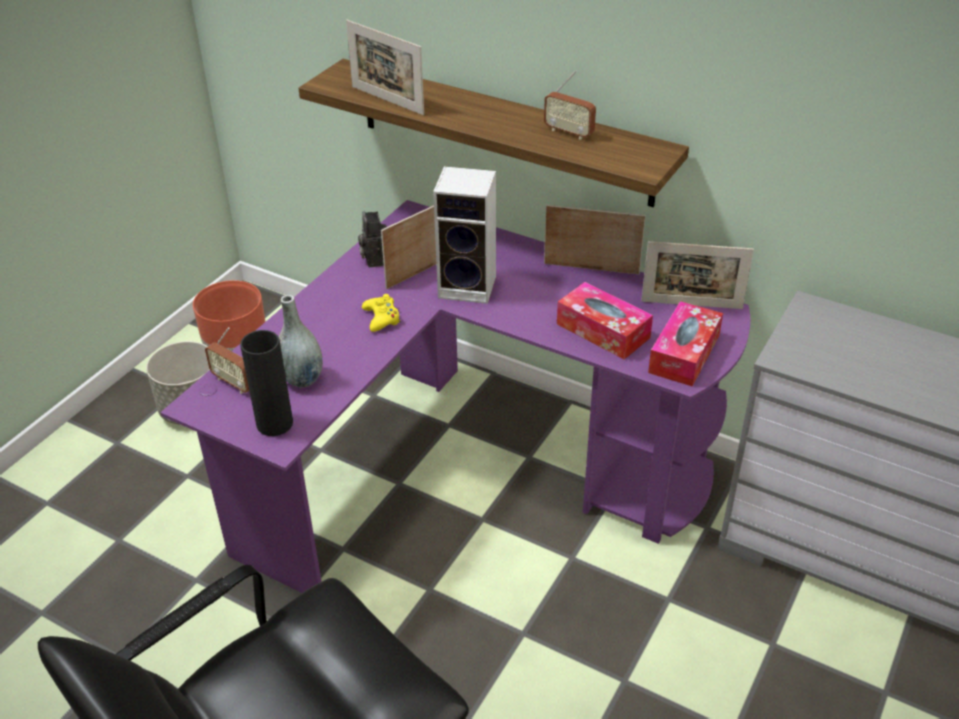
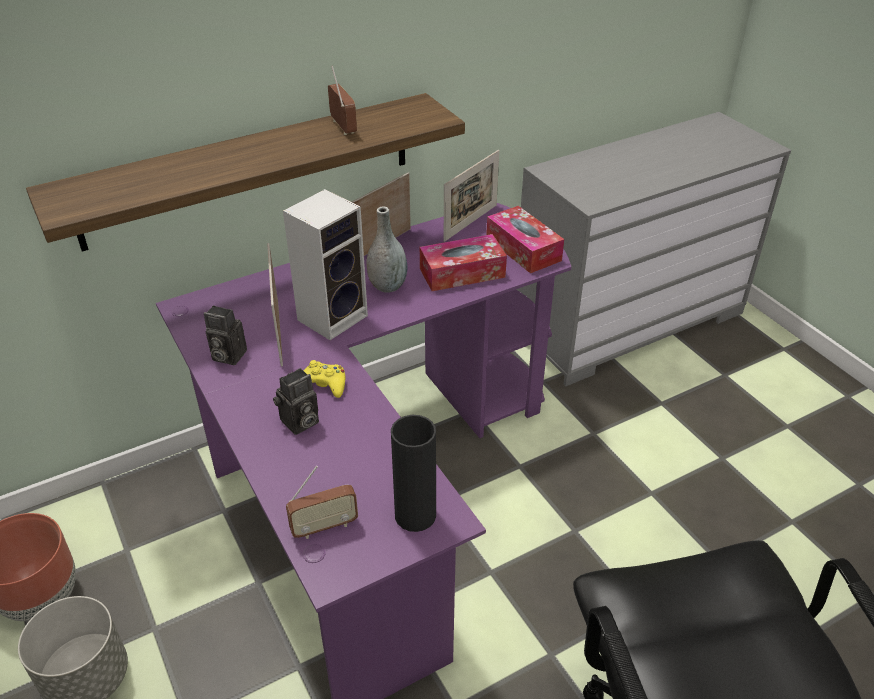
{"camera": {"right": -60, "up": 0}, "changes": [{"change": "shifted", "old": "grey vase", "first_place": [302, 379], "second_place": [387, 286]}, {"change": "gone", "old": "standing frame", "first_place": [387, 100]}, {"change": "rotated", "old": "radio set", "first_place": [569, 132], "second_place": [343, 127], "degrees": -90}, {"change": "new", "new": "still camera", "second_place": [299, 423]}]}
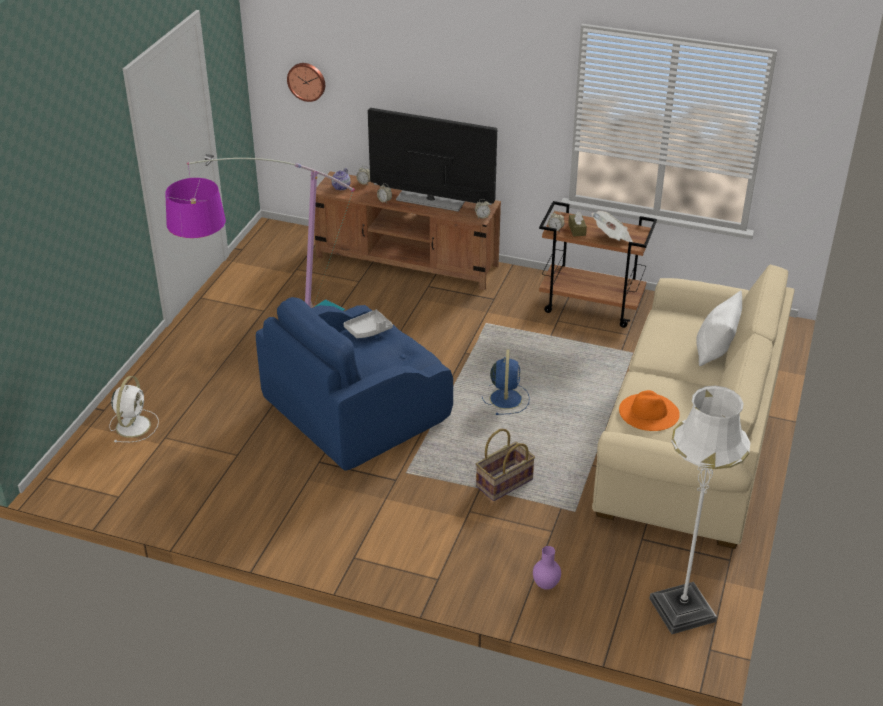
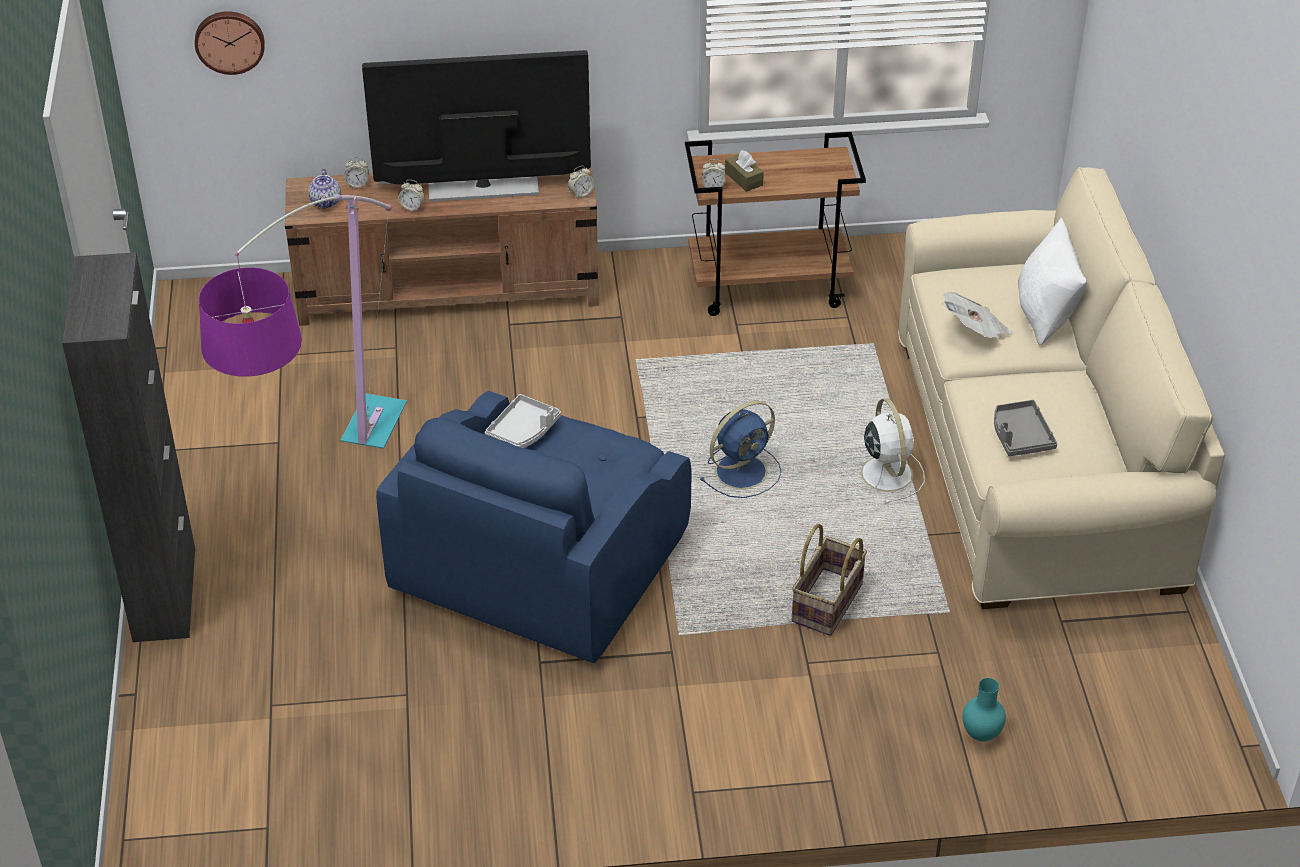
{"camera": {"right": -25, "up": 5}, "changes": [{"change": "shifted", "old": "whitish electric fan", "first_place": [134, 425], "second_place": [885, 472]}, {"change": "rotated", "old": "bluish electric fan", "first_place": [505, 398], "second_place": [743, 470], "degrees": 75}, {"change": "repainted", "old": "purplish vase", "new": "turquoise vase", "first_place": [545, 586], "second_place": [981, 735]}, {"change": "shifted", "old": "printed paper", "first_place": [612, 237], "second_place": [975, 331]}, {"change": "swapped", "old": "orangey hat", "new": "grey carrying tray", "first_place": [649, 412], "second_place": [1020, 436]}, {"change": "gone", "old": "whitish standard lamp", "first_place": [682, 610]}, {"change": "new", "new": "black storage cabinet", "second_place": [164, 594]}]}
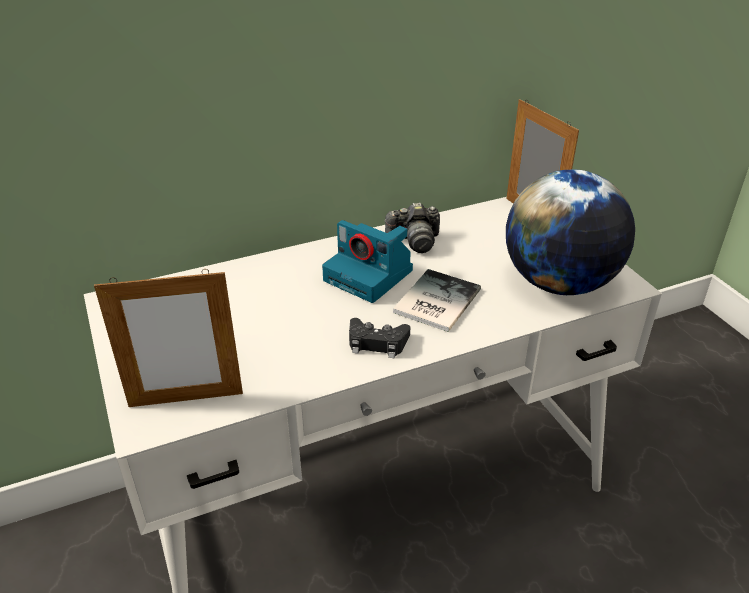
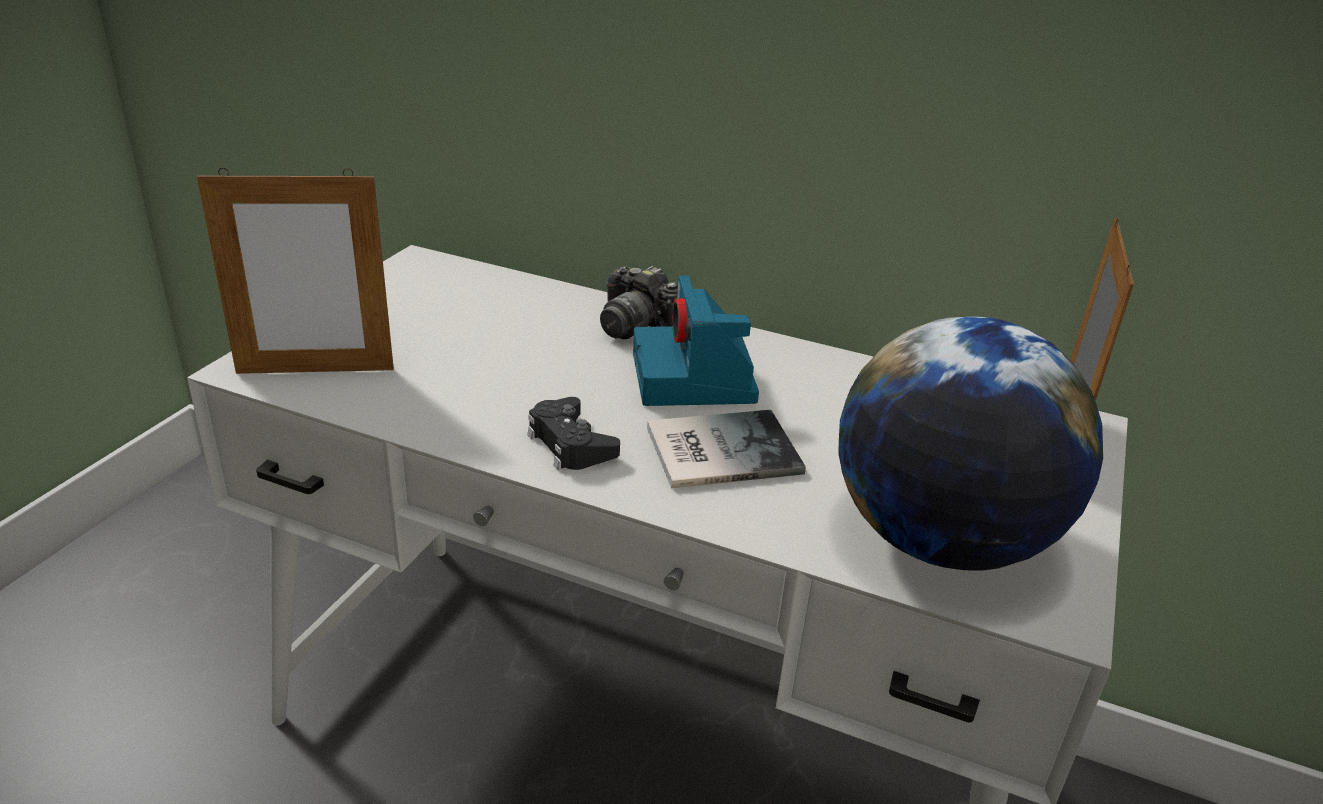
{"camera": {"right": 45, "up": -5}, "changes": [{"change": "rotated", "old": "standing frame", "first_place": [186, 399], "second_place": [315, 371], "degrees": -45}, {"change": "shifted", "old": "still camera", "first_place": [414, 241], "second_place": [636, 325]}]}
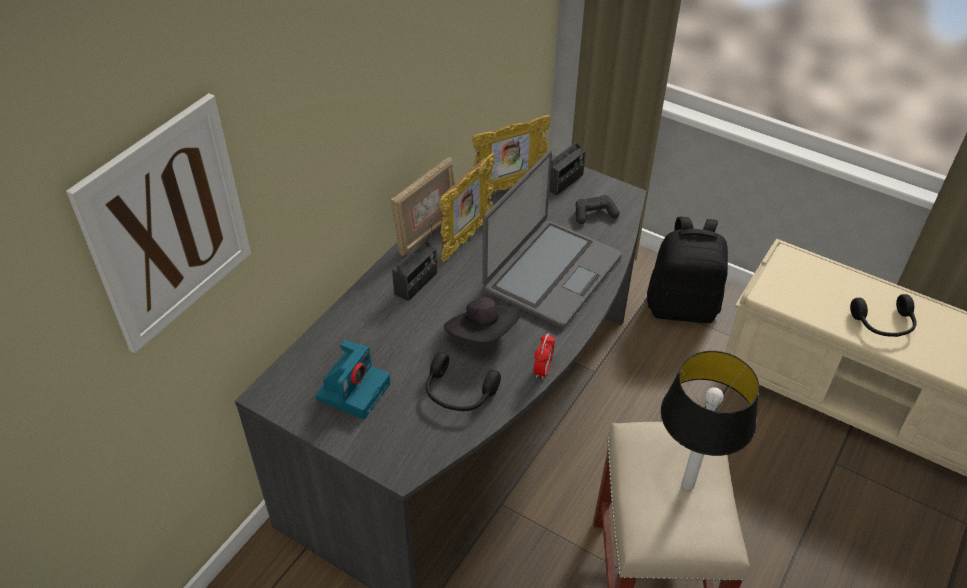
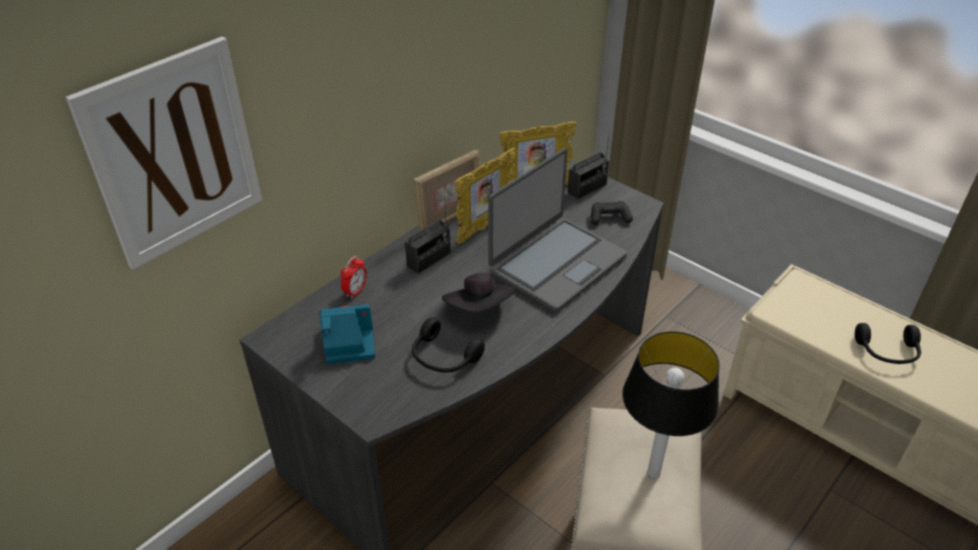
{"camera": {"right": 10, "up": -5}, "changes": [{"change": "rotated", "old": "still camera", "first_place": [353, 389], "second_place": [348, 343], "degrees": -135}, {"change": "shifted", "old": "alarm clock", "first_place": [543, 369], "second_place": [355, 291]}, {"change": "gone", "old": "black rucksack", "first_place": [682, 306]}]}
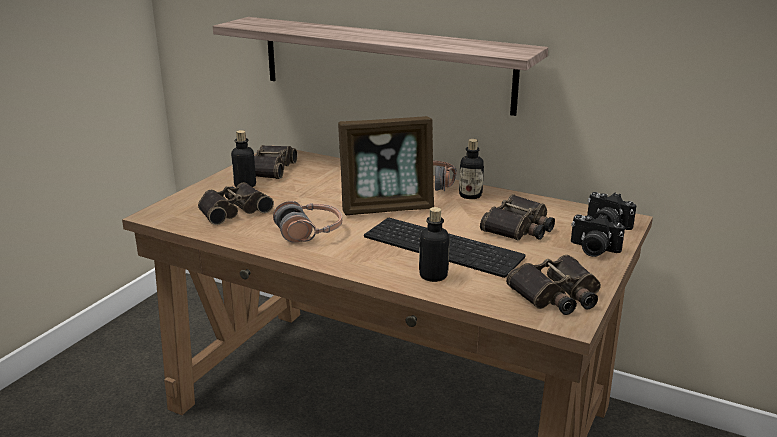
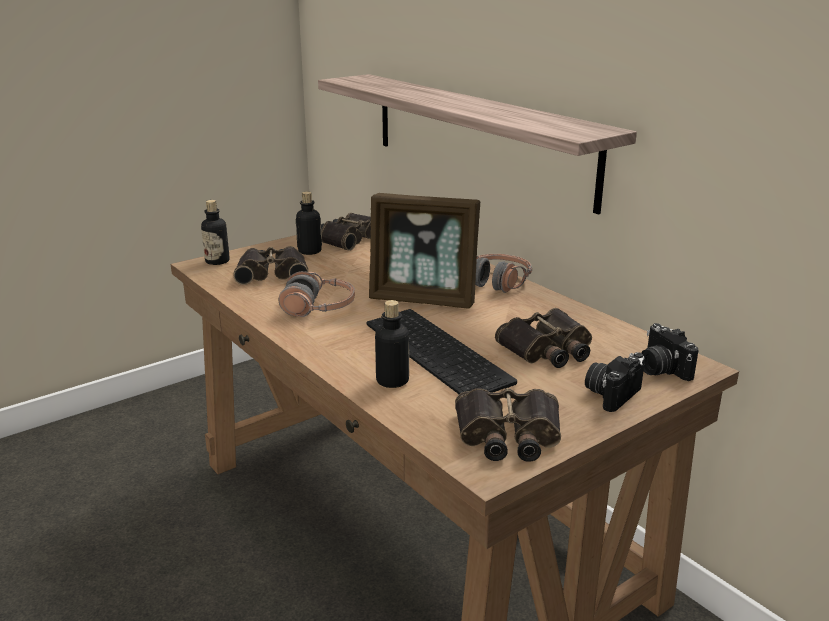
{"camera": {"right": 25, "up": 0}, "changes": [{"change": "shifted", "old": "beverage bottle", "first_place": [470, 195], "second_place": [217, 261]}, {"change": "rotated", "old": "still camera", "first_place": [593, 250], "second_place": [611, 394], "degrees": 75}]}
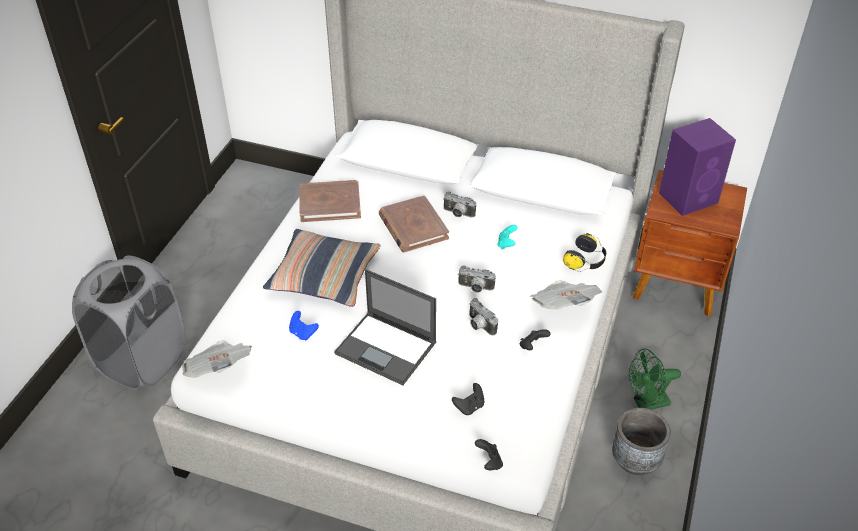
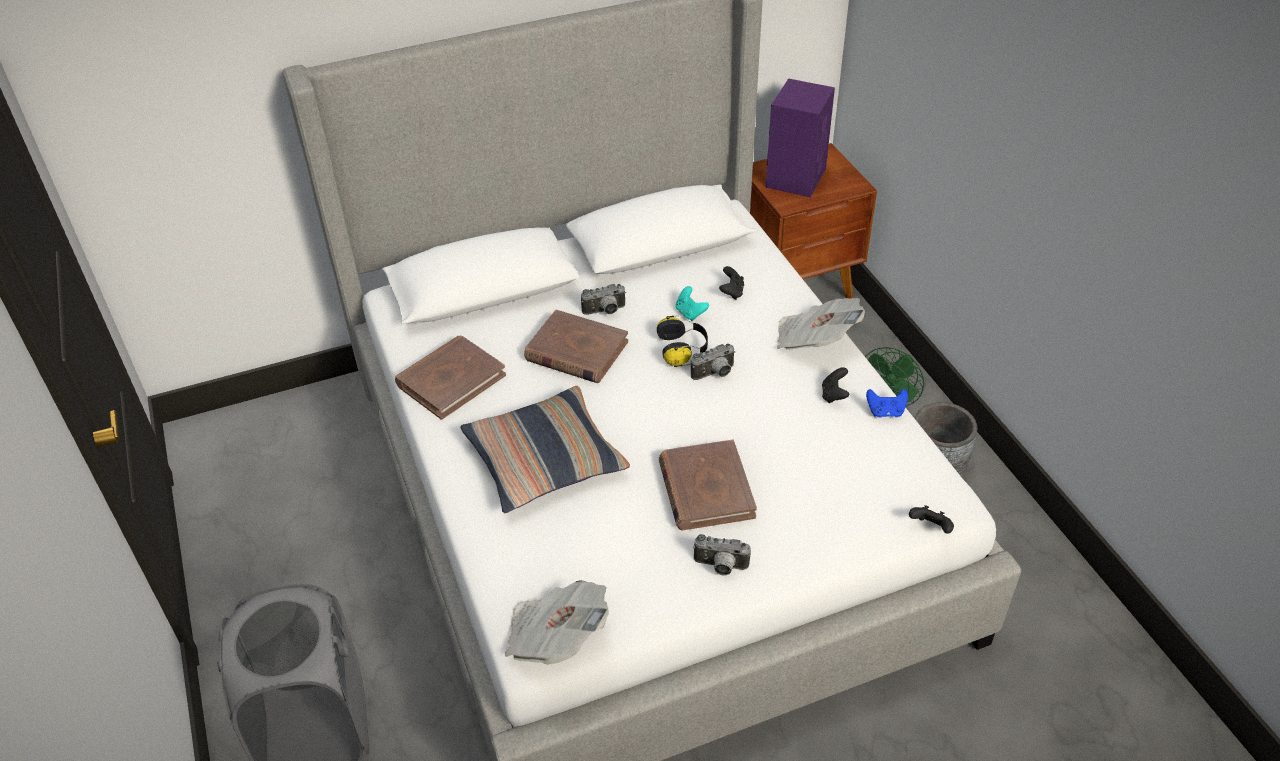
{"camera": {"right": -40, "up": 0}, "changes": [{"change": "shifted", "old": "bluish gamepad", "first_place": [303, 333], "second_place": [885, 412]}, {"change": "swapped", "old": "laptop", "new": "brownish volume", "first_place": [387, 348], "second_place": [705, 489]}, {"change": "shifted", "old": "black gamepad", "first_place": [469, 407], "second_place": [731, 292]}, {"change": "shifted", "old": "still camera", "first_place": [479, 326], "second_place": [720, 567]}, {"change": "shifted", "old": "headset", "first_place": [585, 261], "second_place": [683, 349]}]}
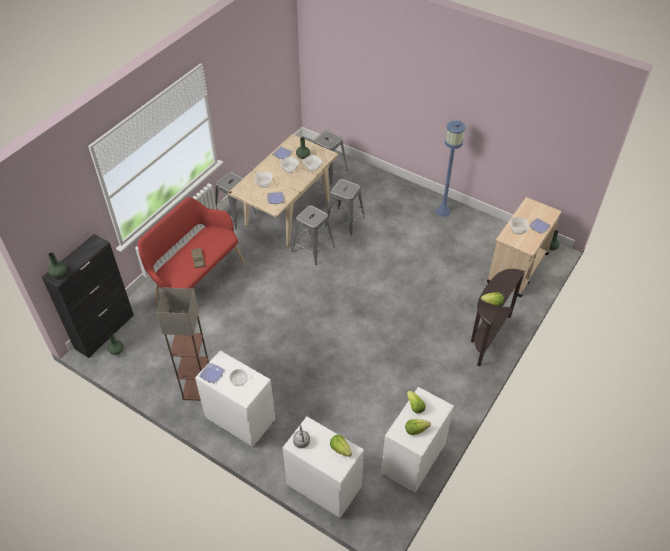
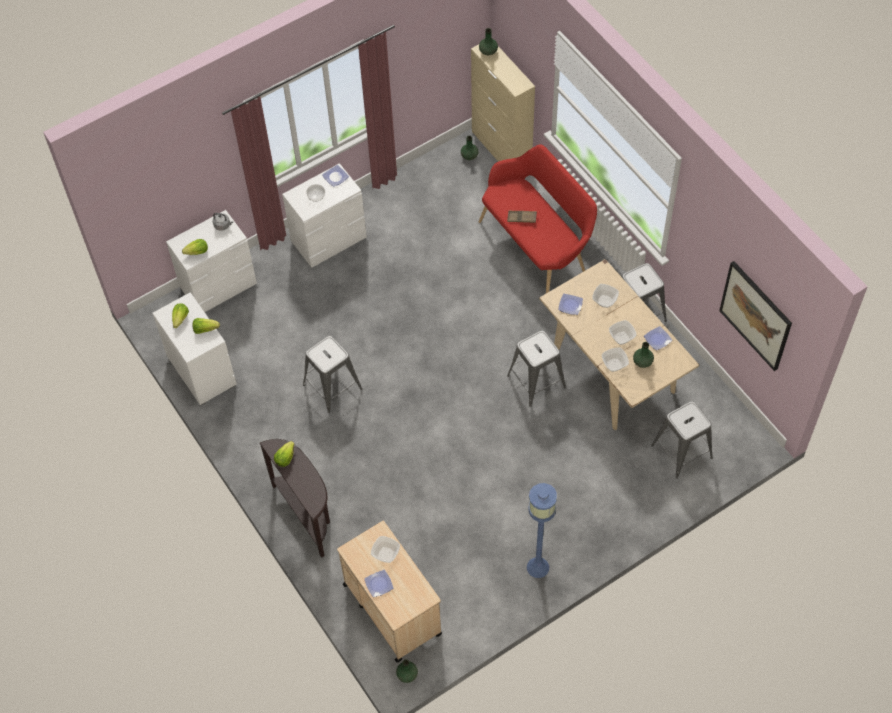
{"camera": {"right": 115, "up": 10}, "changes": [{"change": "repainted", "old": "black storage cabinet", "new": "beige storage cabinet", "first_place": [105, 331], "second_place": [501, 150]}, {"change": "gone", "old": "standard lamp", "first_place": [197, 388]}, {"change": "shifted", "old": "grey stool seat", "first_place": [344, 221], "second_place": [333, 387]}, {"change": "new", "new": "wall art", "second_place": [756, 315]}]}
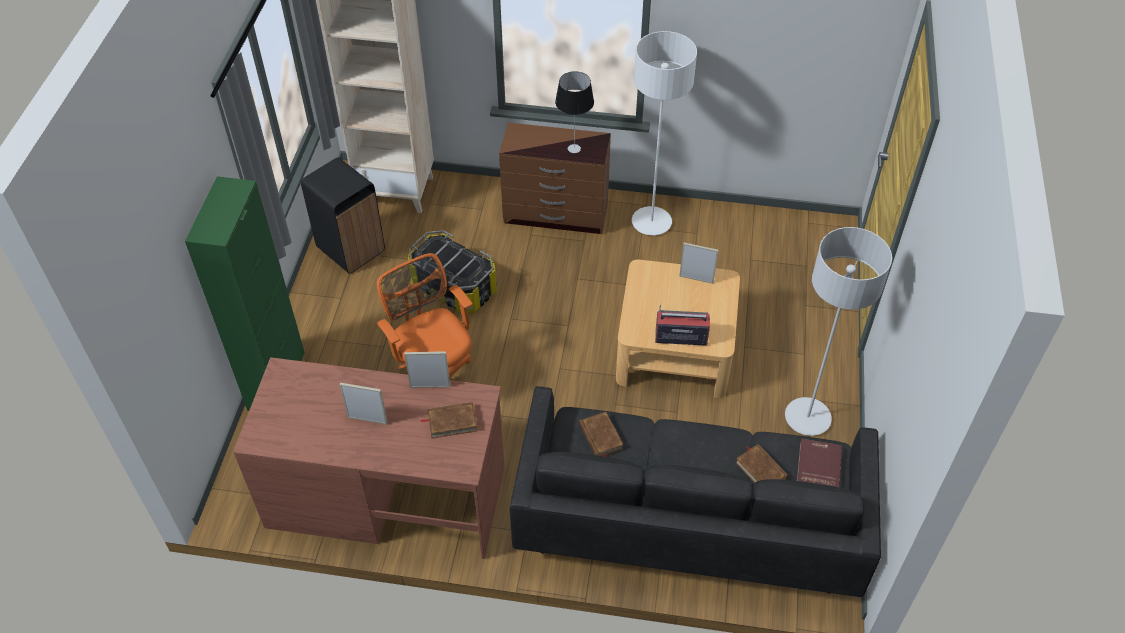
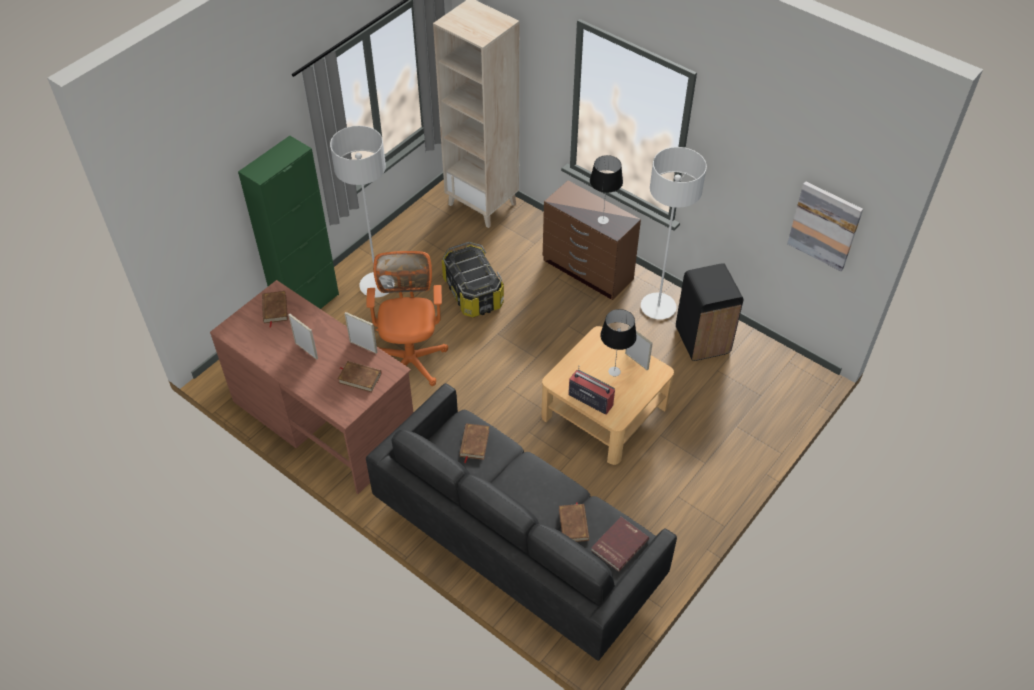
{"camera": {"right": 30, "up": 0}, "changes": [{"change": "shifted", "old": "black rubbish bin", "first_place": [351, 248], "second_place": [703, 340]}, {"change": "shifted", "old": "grey standard lamp", "first_place": [807, 418], "second_place": [377, 286]}, {"change": "new", "new": "brownish volume", "second_place": [274, 309]}, {"change": "new", "new": "table lamp", "second_place": [614, 371]}, {"change": "new", "new": "wall art", "second_place": [824, 225]}]}
